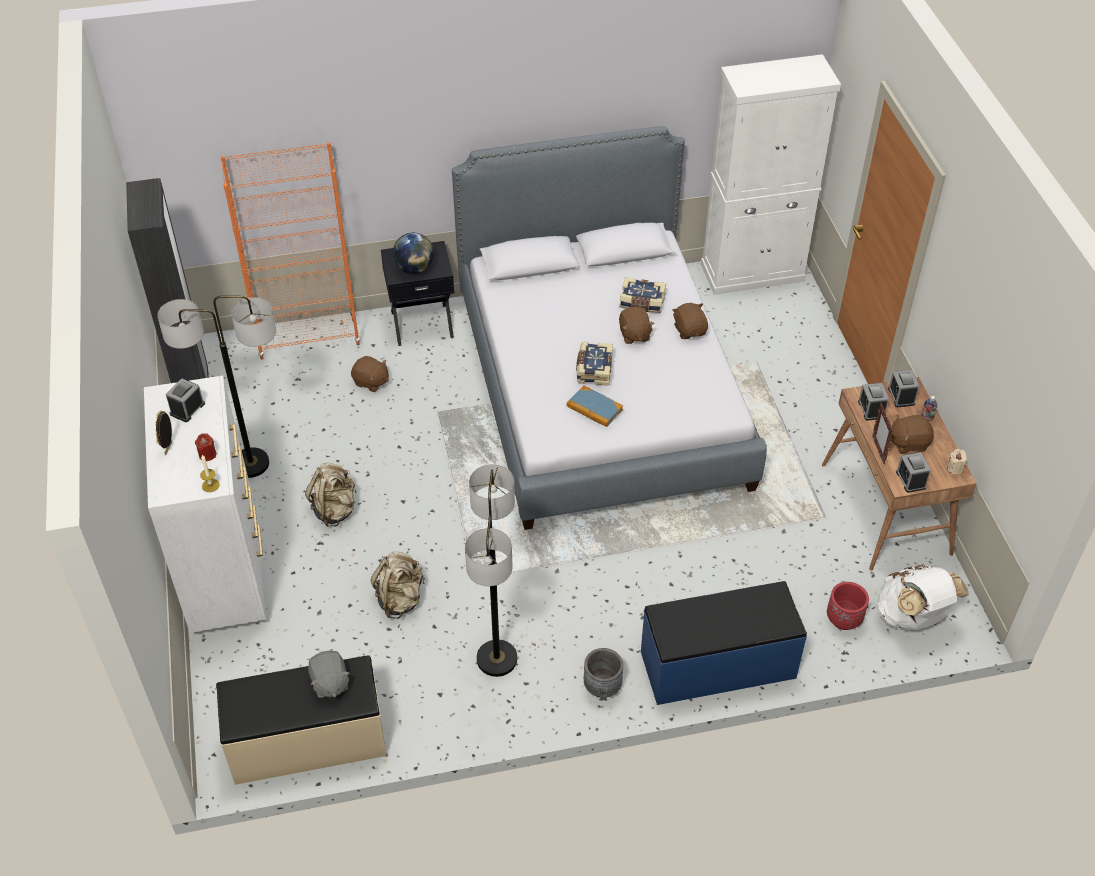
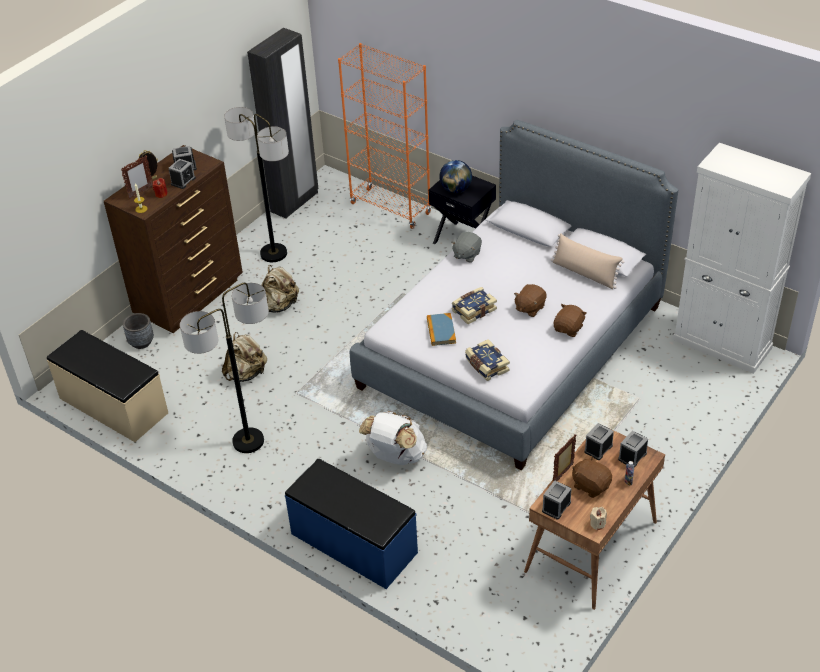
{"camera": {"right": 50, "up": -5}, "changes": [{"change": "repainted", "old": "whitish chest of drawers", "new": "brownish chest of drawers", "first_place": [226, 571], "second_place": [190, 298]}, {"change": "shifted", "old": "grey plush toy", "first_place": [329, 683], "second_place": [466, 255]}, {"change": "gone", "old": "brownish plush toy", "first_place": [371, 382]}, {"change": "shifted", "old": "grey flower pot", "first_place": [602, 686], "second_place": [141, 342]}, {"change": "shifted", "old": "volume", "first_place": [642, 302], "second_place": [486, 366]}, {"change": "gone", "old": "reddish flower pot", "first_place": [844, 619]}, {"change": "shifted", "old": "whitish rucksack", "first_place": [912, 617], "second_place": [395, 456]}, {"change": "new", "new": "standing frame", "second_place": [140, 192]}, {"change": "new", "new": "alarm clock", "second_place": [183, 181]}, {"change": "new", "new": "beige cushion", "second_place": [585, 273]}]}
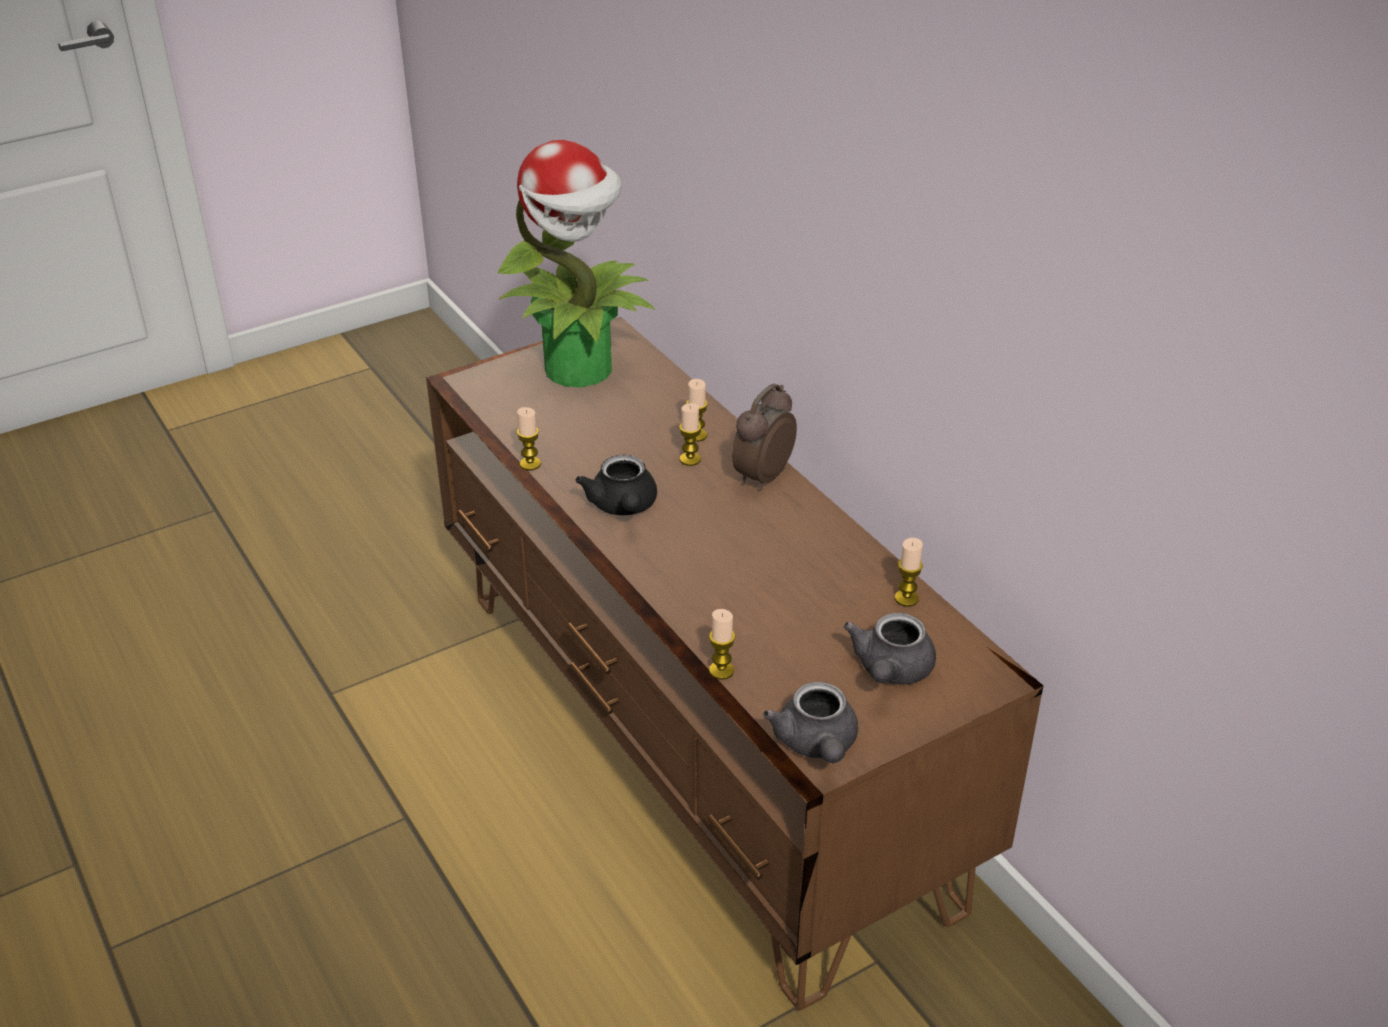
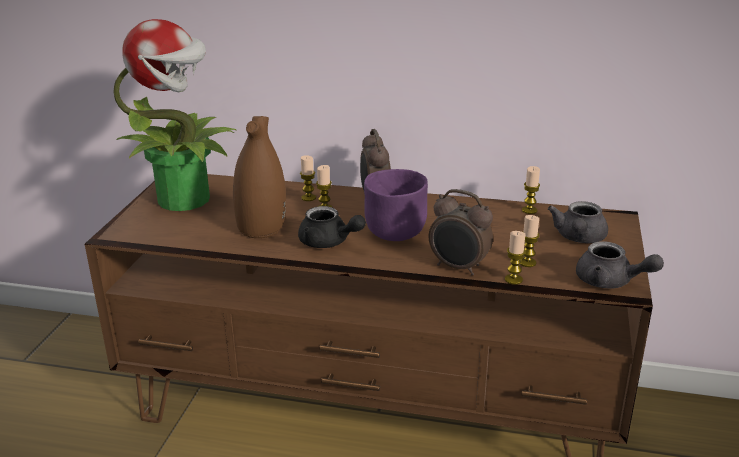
{"camera": {"right": -45, "up": -10}, "changes": [{"change": "shifted", "old": "wax light", "first_place": [530, 464], "second_place": [527, 262]}, {"change": "rotated", "old": "grey teapot", "first_place": [890, 671], "second_place": [578, 238], "degrees": 45}, {"change": "new", "new": "brownish vase", "second_place": [262, 227]}, {"change": "new", "new": "purplish bowl", "second_place": [395, 233]}, {"change": "new", "new": "alarm clock", "second_place": [458, 268]}]}
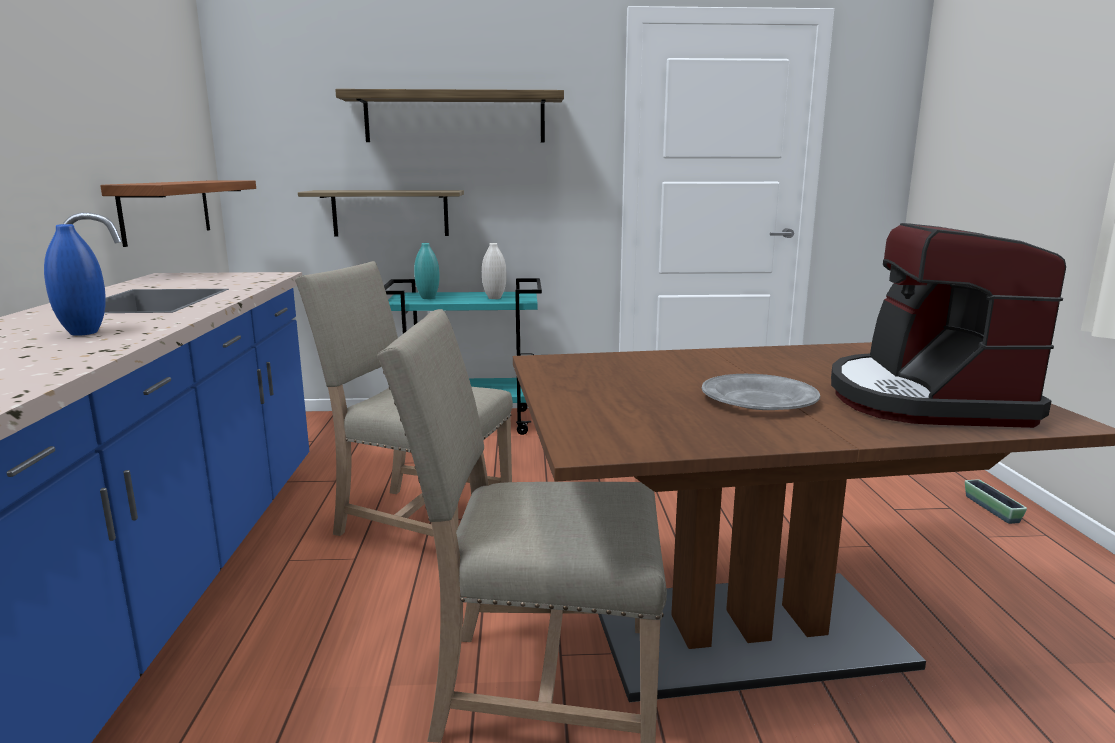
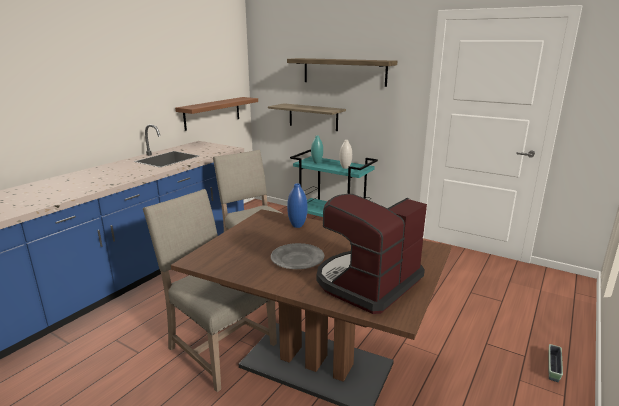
{"camera": {"right": 35, "up": 5}, "changes": [{"change": "shifted", "old": "bluish vase", "first_place": [84, 333], "second_place": [297, 226]}]}
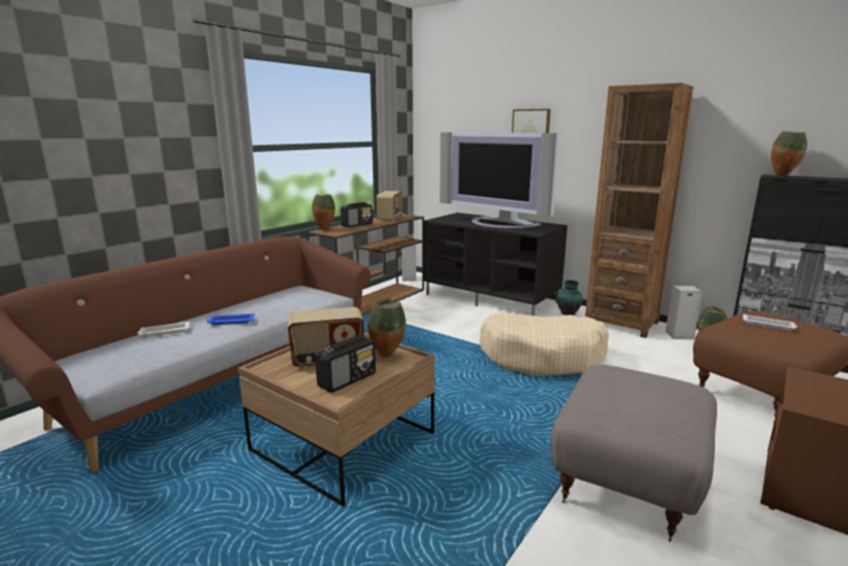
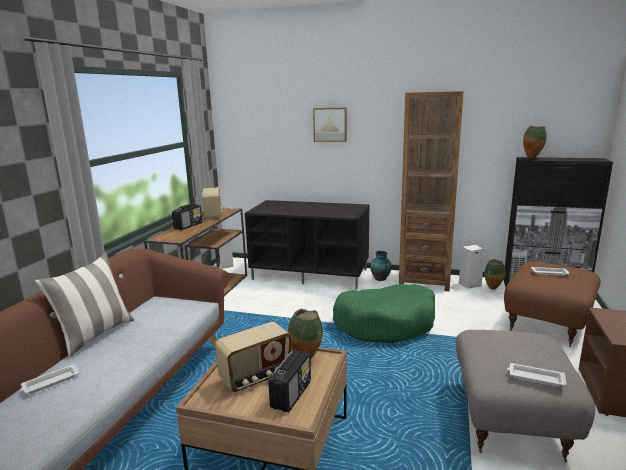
{"camera": {"right": -20, "up": 0}, "changes": [{"change": "gone", "old": "bluish carrying tray", "first_place": [230, 322]}, {"change": "gone", "old": "vase", "first_place": [324, 229]}, {"change": "gone", "old": "TV", "first_place": [499, 223]}, {"change": "repainted", "old": "beige dog cushion", "new": "green-coloured dog cushion", "first_place": [542, 356], "second_place": [385, 323]}, {"change": "new", "new": "cushion", "second_place": [95, 335]}, {"change": "new", "new": "whitish carrying tray", "second_place": [535, 377]}]}
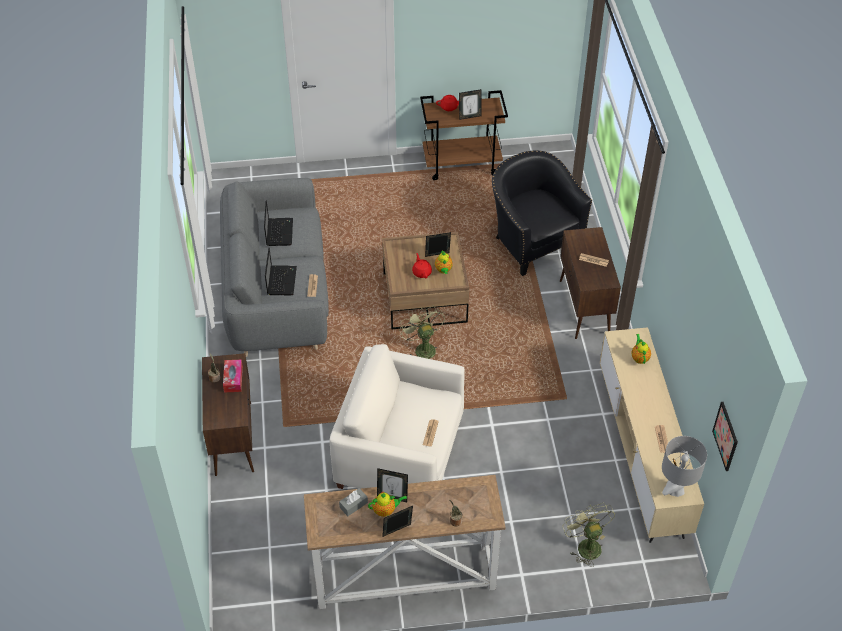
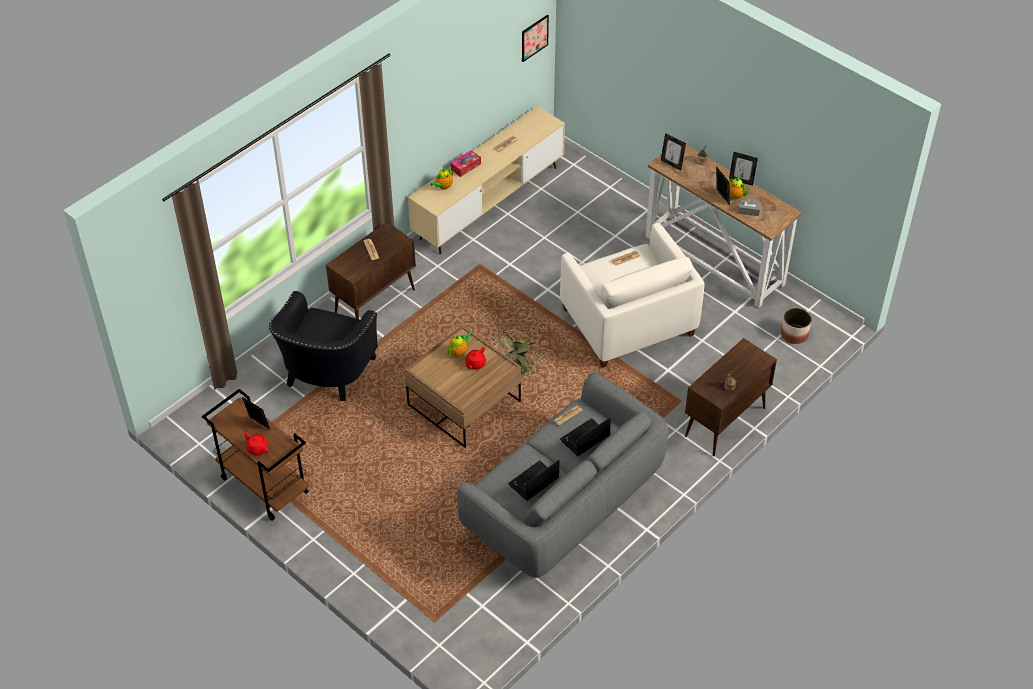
{"camera": {"right": -130, "up": 0}, "changes": [{"change": "shifted", "old": "tissue box", "first_place": [233, 379], "second_place": [465, 167]}, {"change": "shifted", "old": "standing frame", "first_place": [437, 256], "second_place": [671, 164]}, {"change": "gone", "old": "green-coloured electric fan", "first_place": [586, 545]}, {"change": "gone", "old": "grey table lamp", "first_place": [676, 490]}, {"change": "new", "new": "flower pot", "second_place": [794, 334]}]}
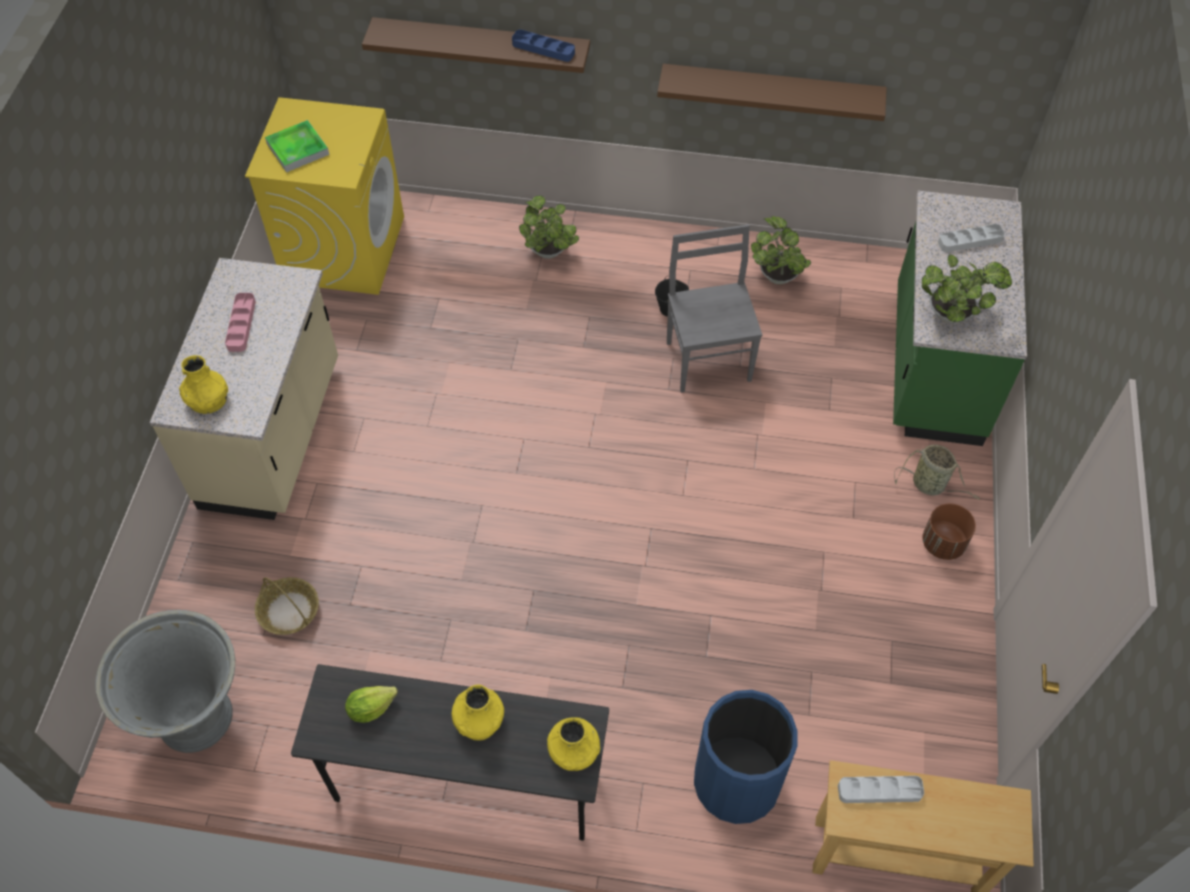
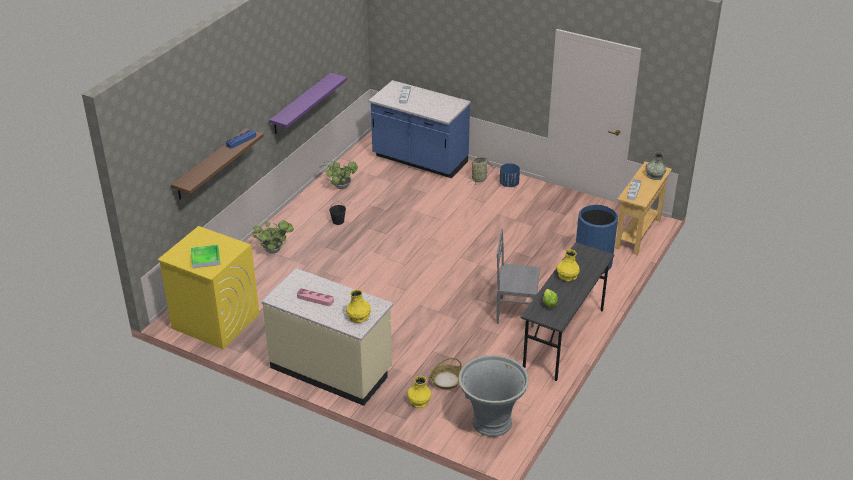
{"camera": {"right": -70, "up": -20}, "changes": [{"change": "shifted", "old": "yellow-coloured vase", "first_place": [573, 750], "second_place": [419, 401]}, {"change": "repainted", "old": "brownish shelf", "new": "purplish shelf", "first_place": [771, 90], "second_place": [301, 104]}, {"change": "shifted", "old": "grey chair", "first_place": [708, 359], "second_place": [515, 312]}, {"change": "repainted", "old": "green-coloured counter", "new": "bluish counter", "first_place": [934, 365], "second_place": [419, 160]}, {"change": "gone", "old": "plant in a pot", "first_place": [953, 313]}, {"change": "repainted", "old": "brownish flower pot", "new": "bluish flower pot", "first_place": [943, 544], "second_place": [509, 184]}, {"change": "new", "new": "grey vase", "second_place": [654, 175]}]}
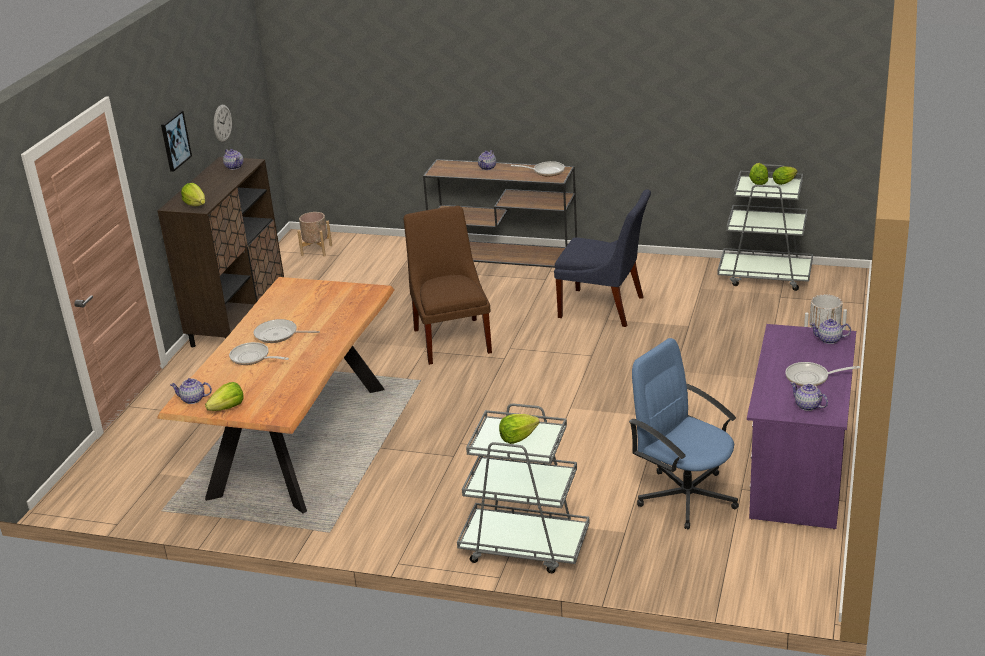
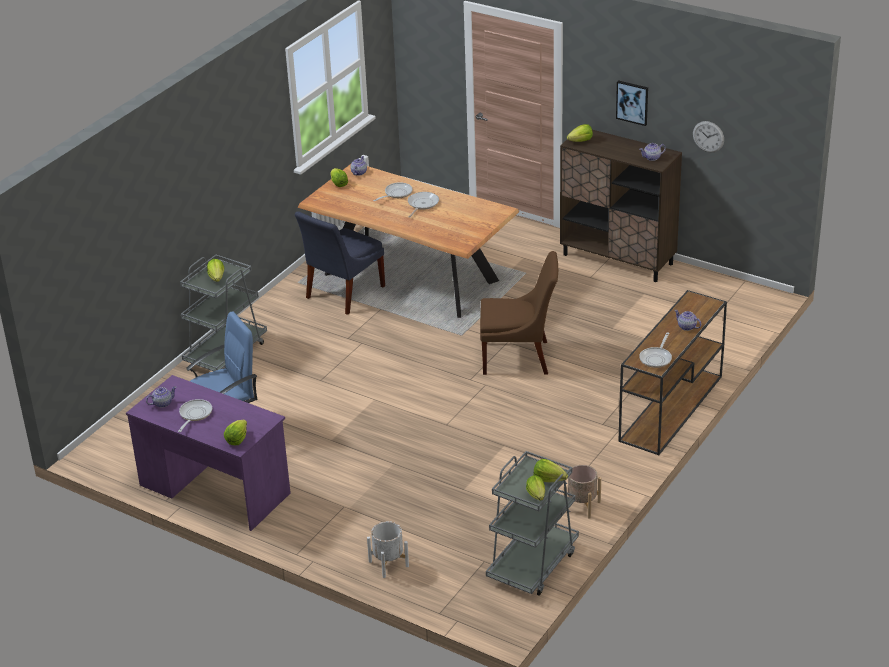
{"camera": {"right": 105, "up": 5}, "changes": [{"change": "shifted", "old": "beige flower pot", "first_place": [316, 250], "second_place": [582, 506]}, {"change": "shifted", "old": "bluish chair", "first_place": [605, 308], "second_place": [342, 293]}, {"change": "swapped", "old": "teapot", "new": "lettuce", "first_place": [829, 340], "second_place": [237, 439]}]}
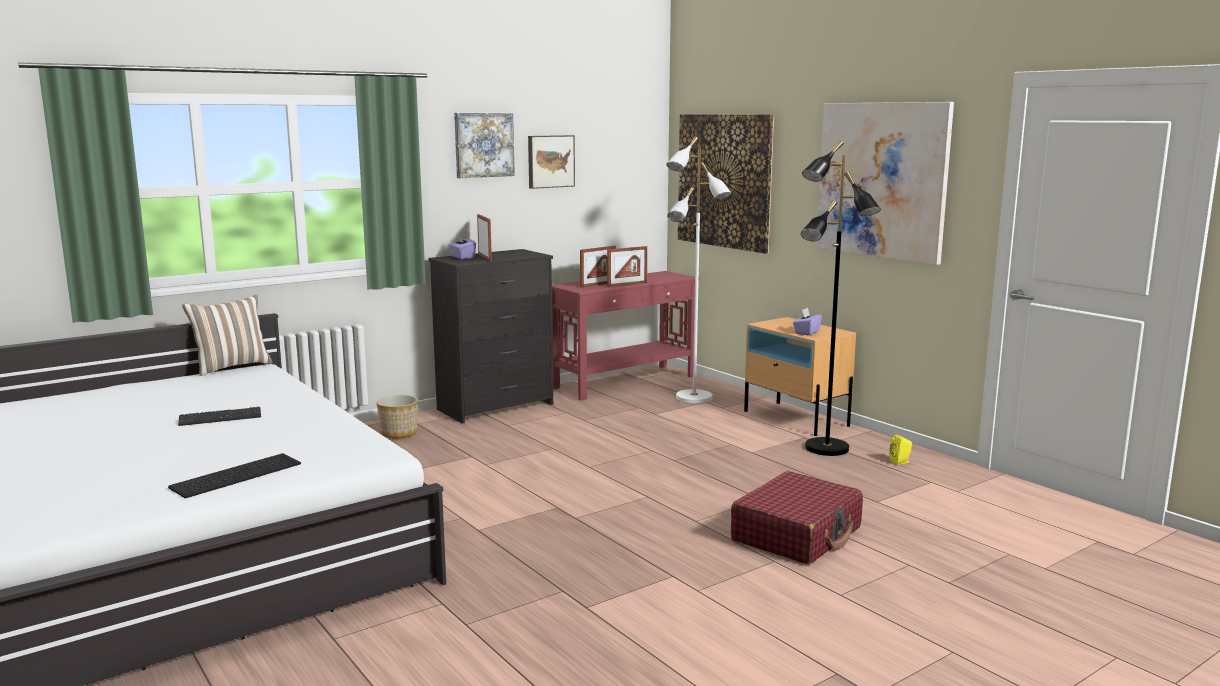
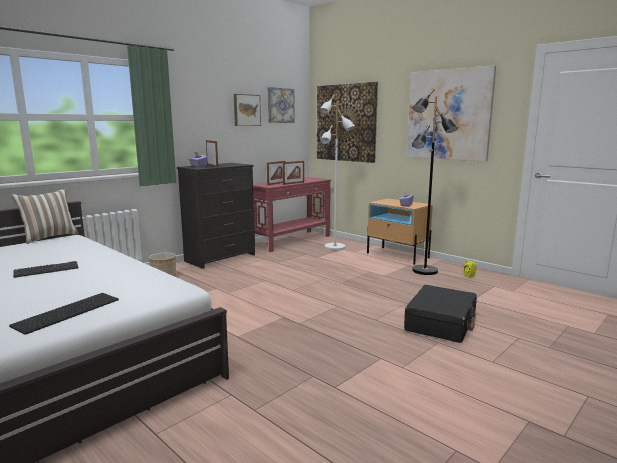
{"camera": {"right": -10, "up": 0}, "changes": [{"change": "shifted", "old": "wall art", "first_place": [483, 145], "second_place": [280, 105]}, {"change": "repainted", "old": "reddish suitcase", "new": "black suitcase", "first_place": [797, 534], "second_place": [441, 323]}]}
